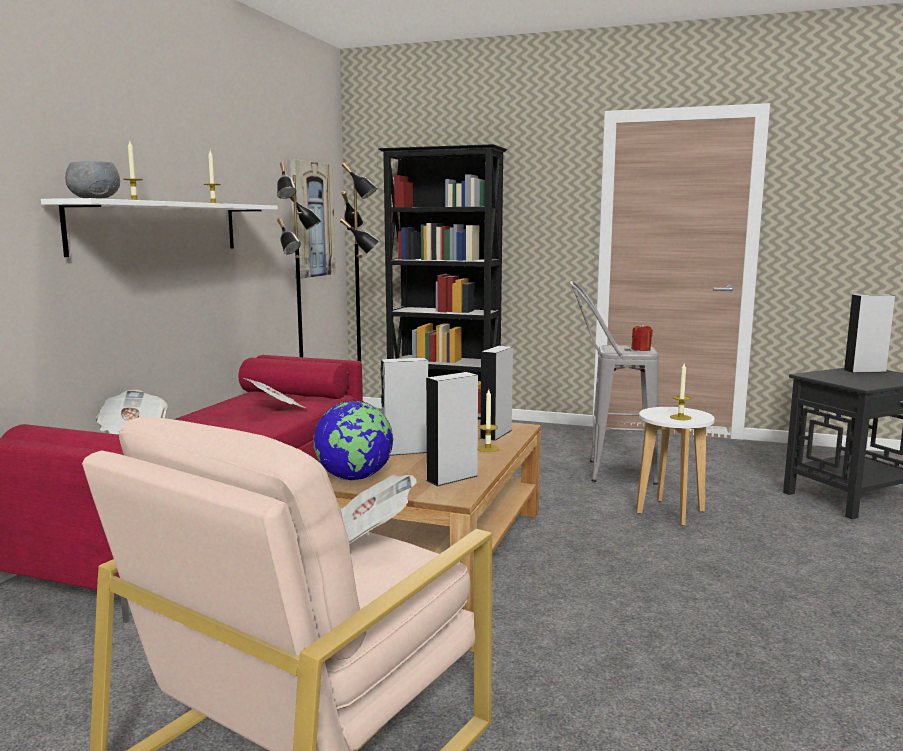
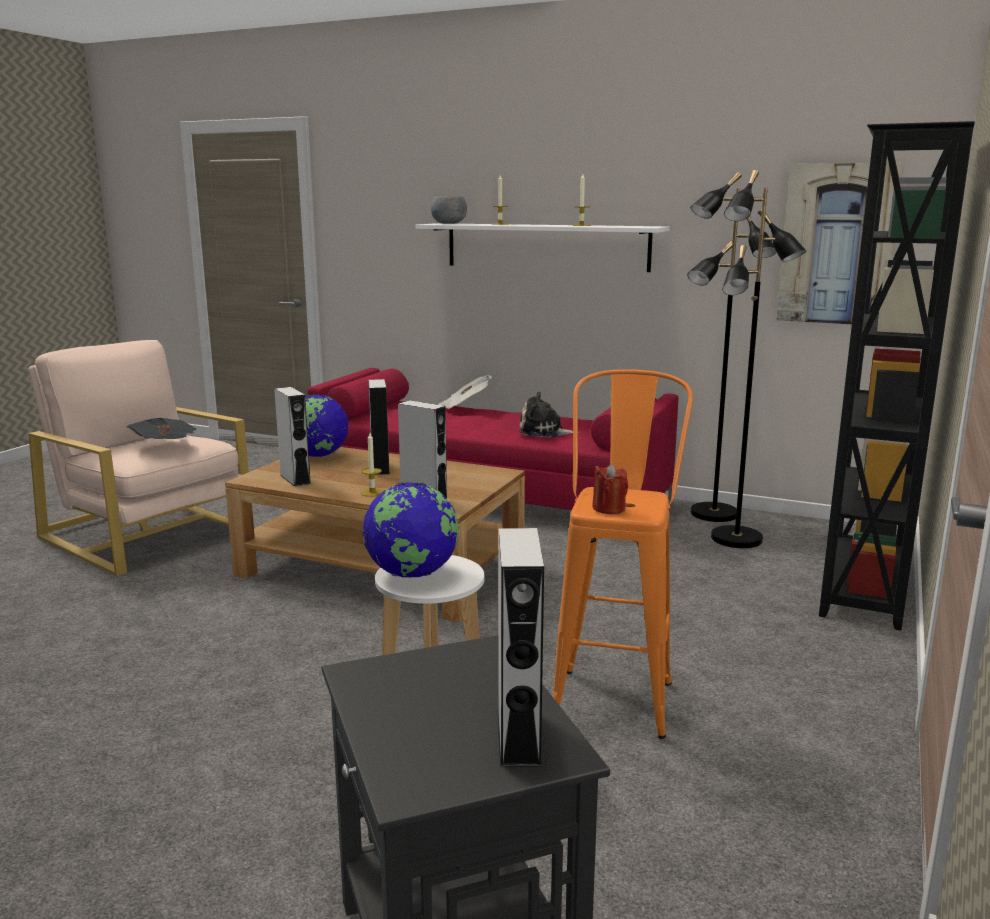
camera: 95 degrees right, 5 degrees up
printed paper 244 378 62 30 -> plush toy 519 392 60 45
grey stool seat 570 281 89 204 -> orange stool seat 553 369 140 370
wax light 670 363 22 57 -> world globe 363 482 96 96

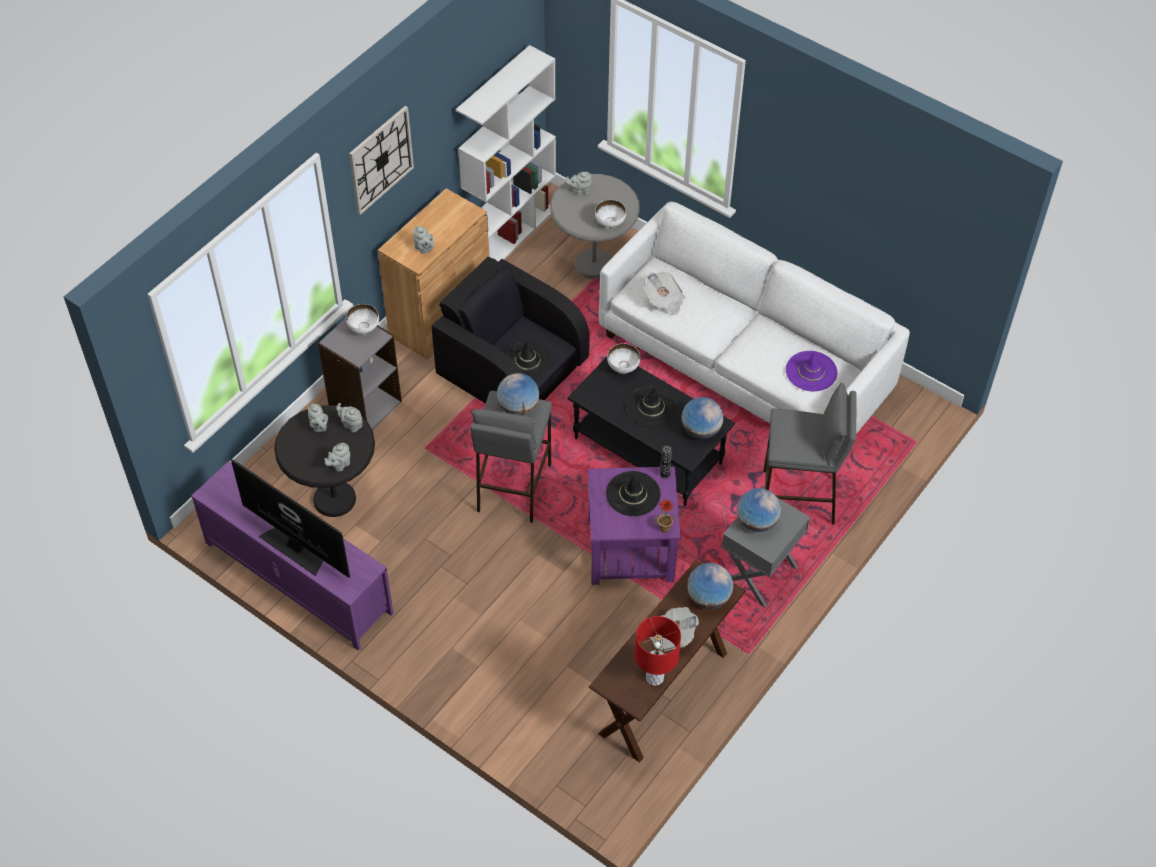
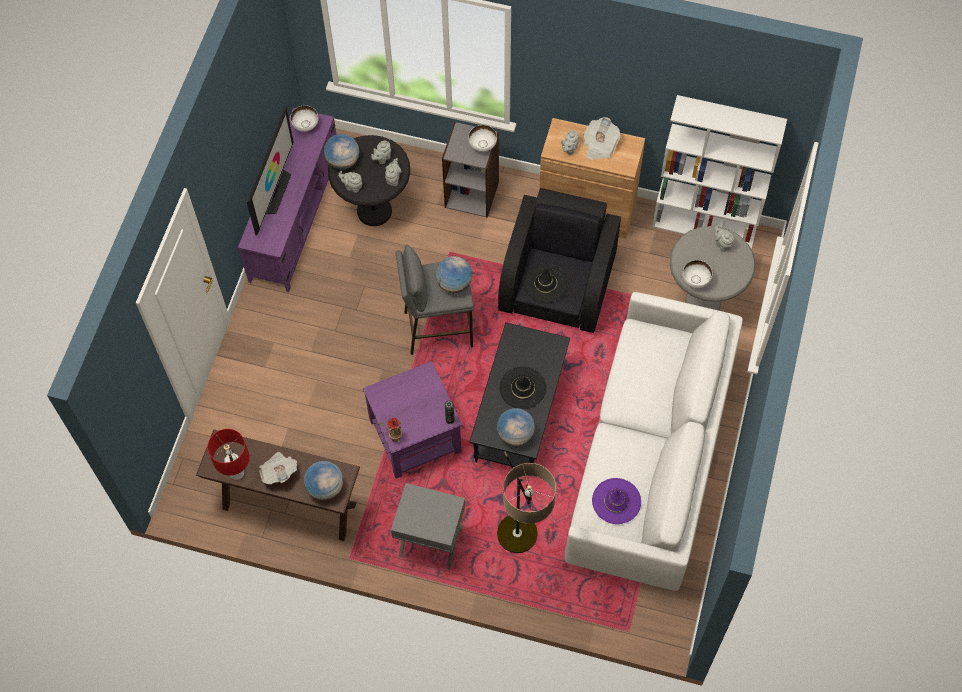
camera: 70 degrees right, 10 degrees up
wall clock 349 106 65 109 -> none
blackish hat 606 471 55 45 -> none
white-coloured deep dish 607 343 33 31 -> white-coloured deep dish 290 105 29 27, moved
printed paper 644 272 41 43 -> printed paper 583 117 37 42, moved
world globe 737 488 44 44 -> world globe 324 134 35 35, moved
grey stool seat 764 383 93 142 -> floor lamp 497 451 59 102

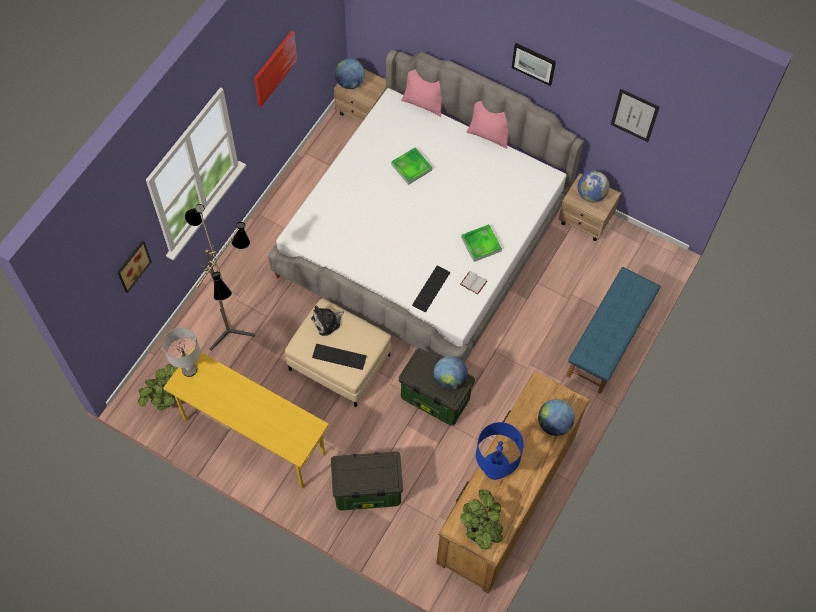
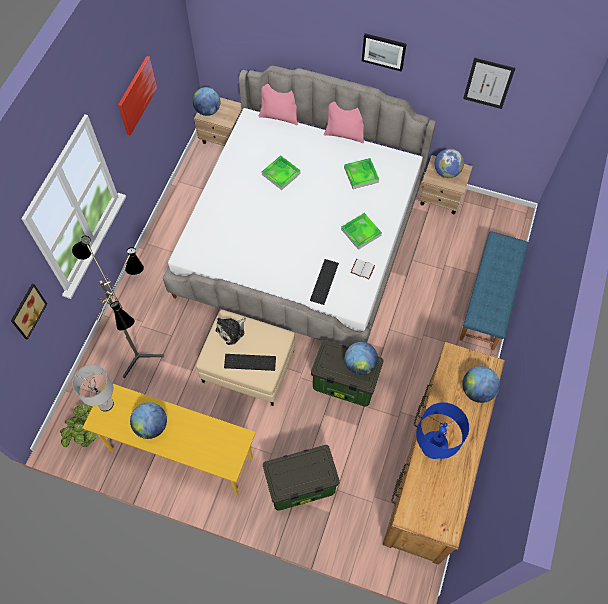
camera: 10 degrees left, 0 degrees up
plant in a pot 460 489 43 61 -> none
none -> world globe 130 402 37 37
none -> carrying tray 344 158 35 31

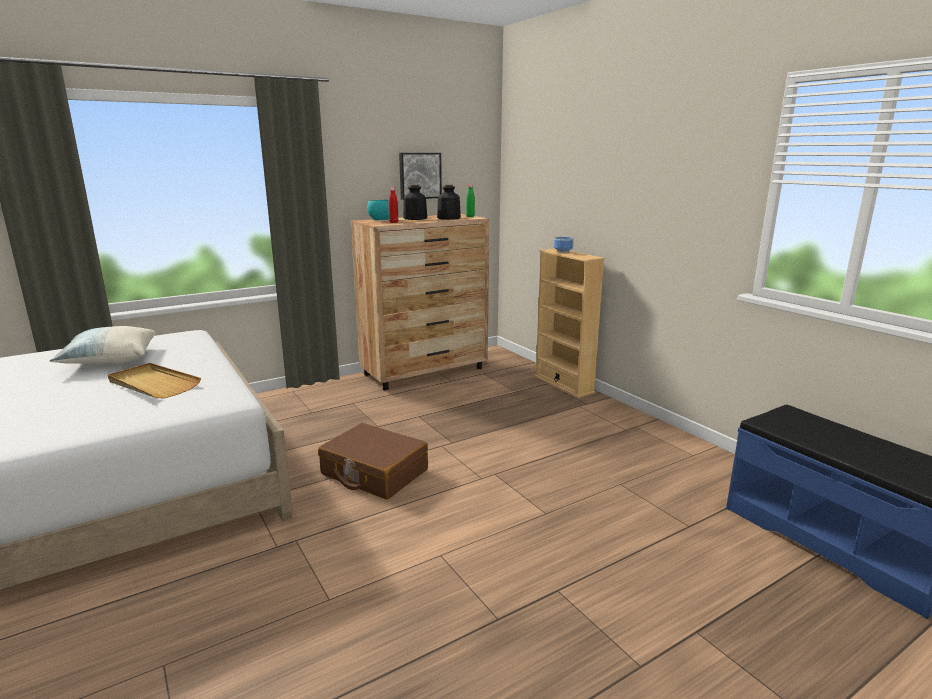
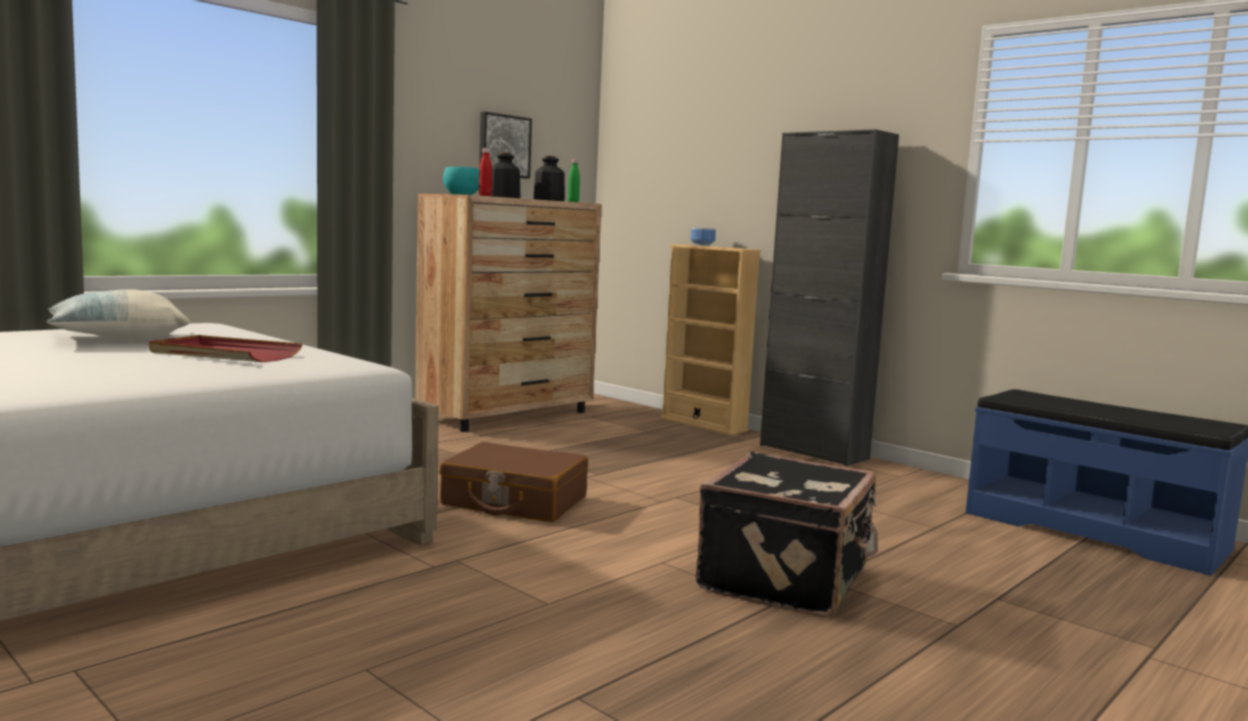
camera: 15 degrees left, 10 degrees down
beige carrying tray 108 363 93 35 -> red carrying tray 149 335 153 27
none -> blackish travel case 696 452 181 165
none -> blackish storage cabinet 760 129 139 338

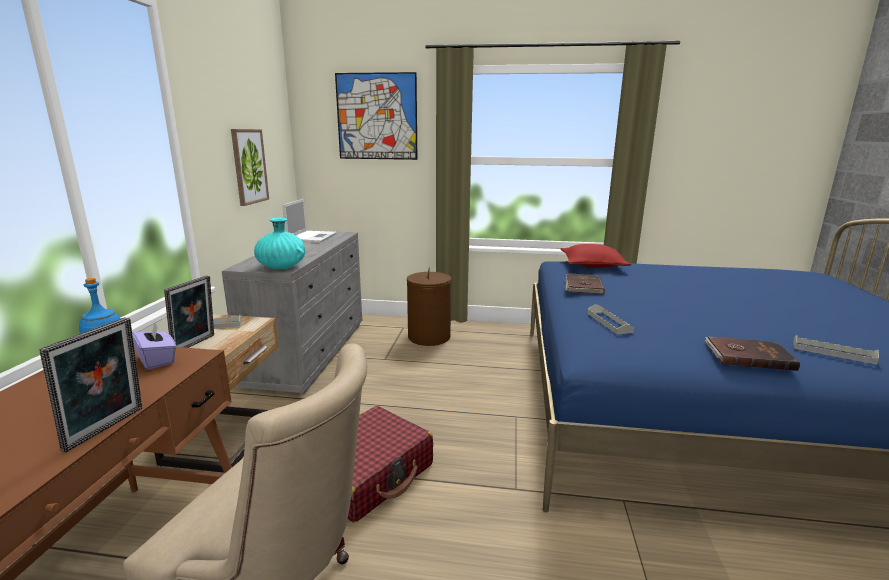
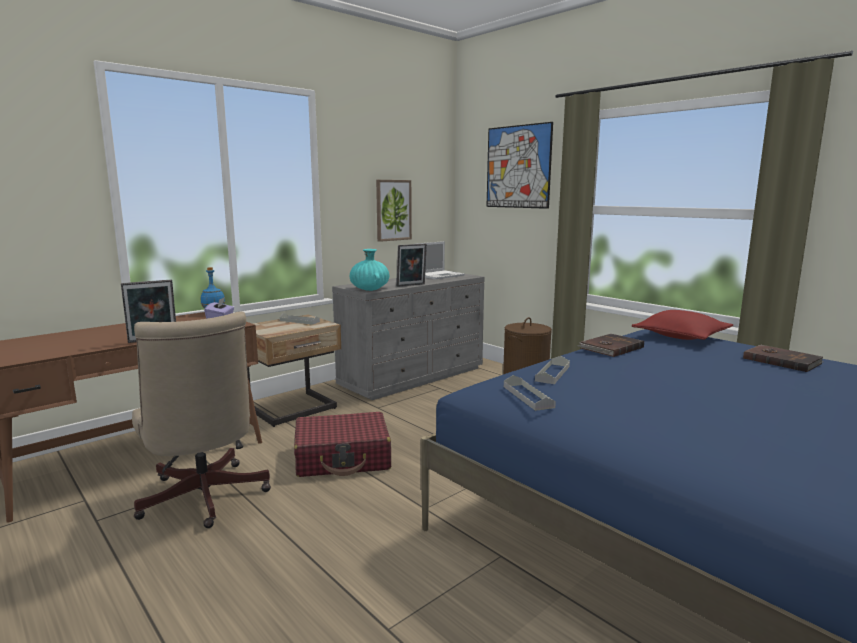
camera: 40 degrees right, 5 degrees down
standing frame 164 275 50 73 -> standing frame 397 244 30 43, moved
brown book 705 337 95 34 -> brown book 743 345 80 27, moved
grey carrying tray 793 335 86 30 -> grey carrying tray 504 375 52 36, moved

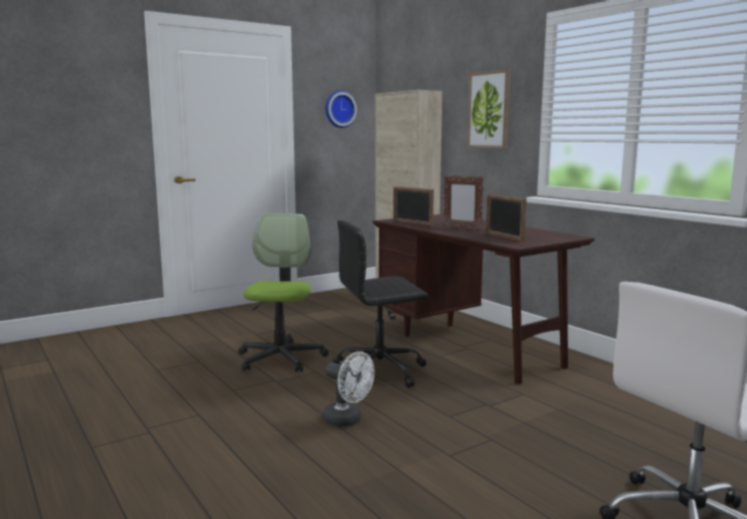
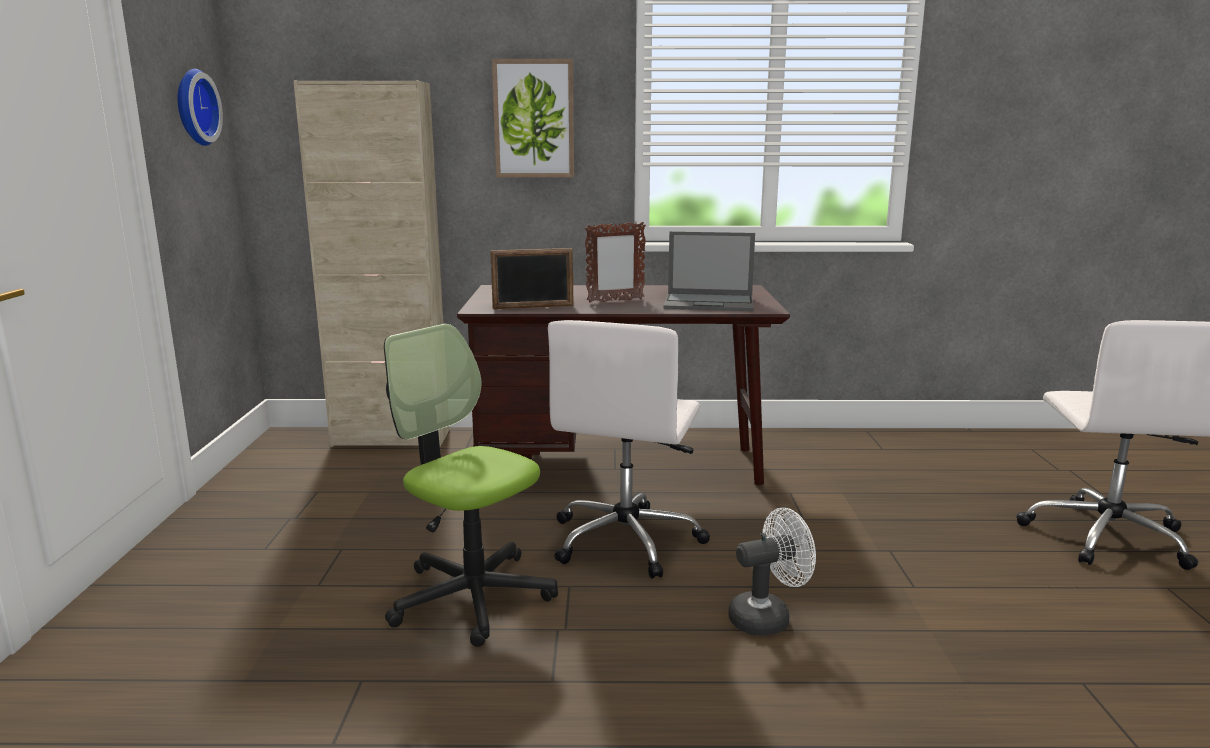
camera: 55 degrees left, 5 degrees up
blackish computer chair 333 220 96 168 -> white-coloured computer chair 548 320 162 259
standing frame 485 194 41 48 -> notebook computer 663 231 92 80

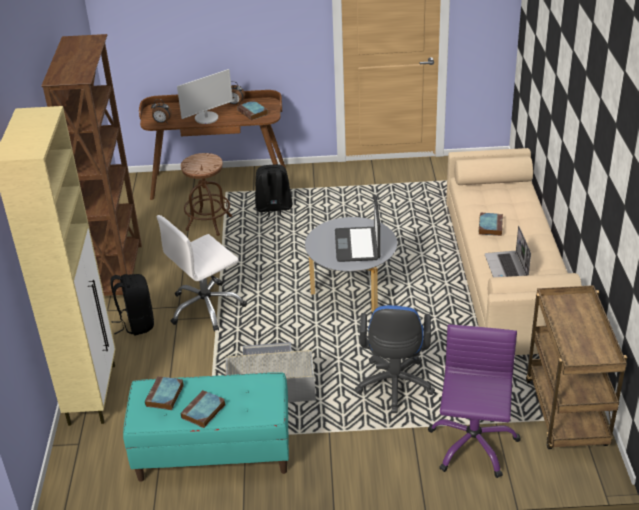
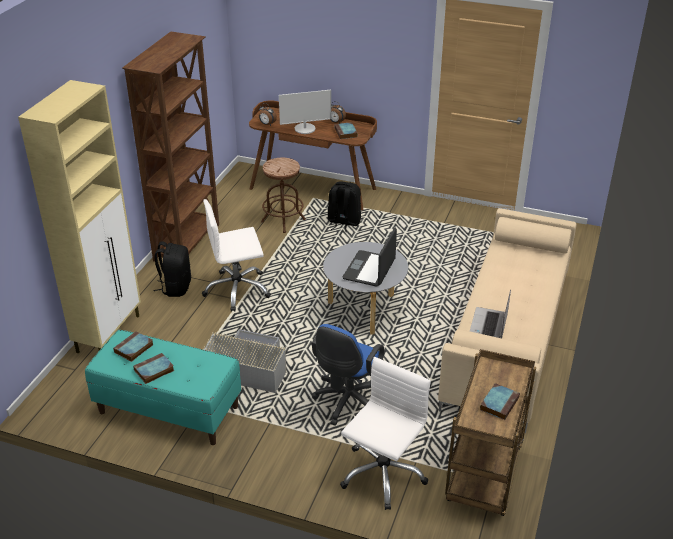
camera: 20 degrees right, 0 degrees up
purple-coloured computer chair 428 324 93 154 -> white-coloured computer chair 340 357 91 153
book 479 213 24 23 -> book 480 383 40 37, moved

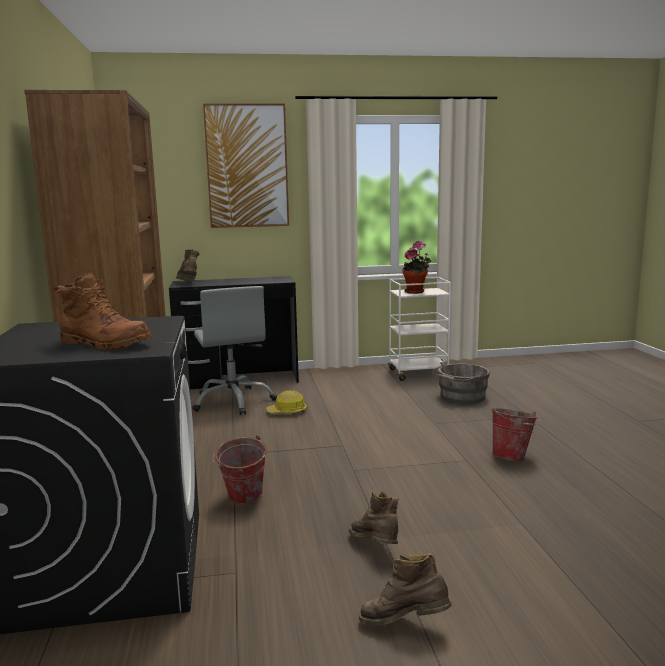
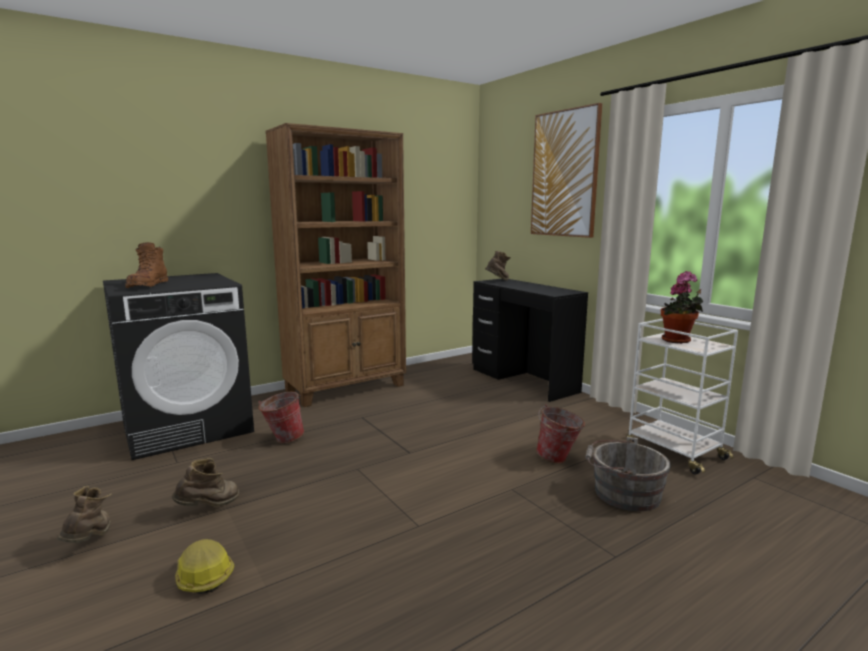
camera: 65 degrees right, 0 degrees up
grey computer chair 192 286 85 129 -> none
hard hat 266 390 41 23 -> hard hat 175 539 59 55, moved
water bucket 492 408 48 53 -> water bucket 536 404 49 59, moved

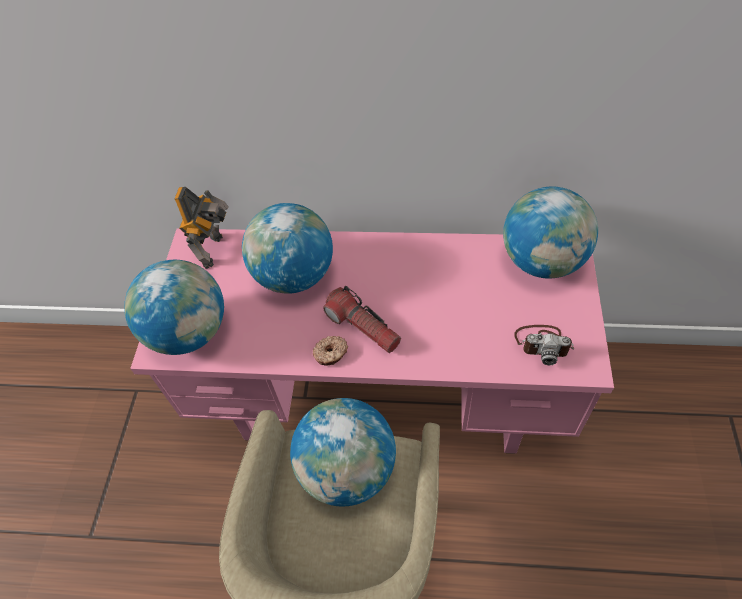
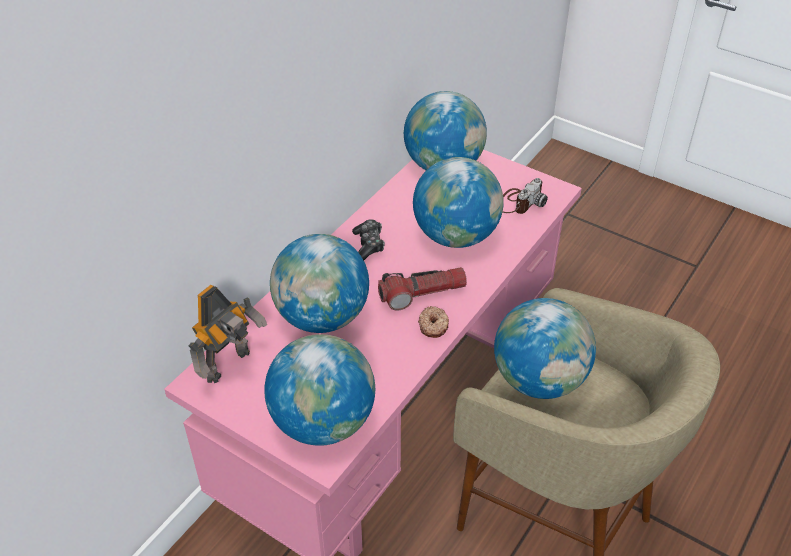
camera: 65 degrees left, 10 degrees down
model robot 174 187 55 82 -> model robot 189 285 78 98, 90 degrees clockwise
none -> game controller 352 219 33 41
none -> world globe 413 157 91 91

